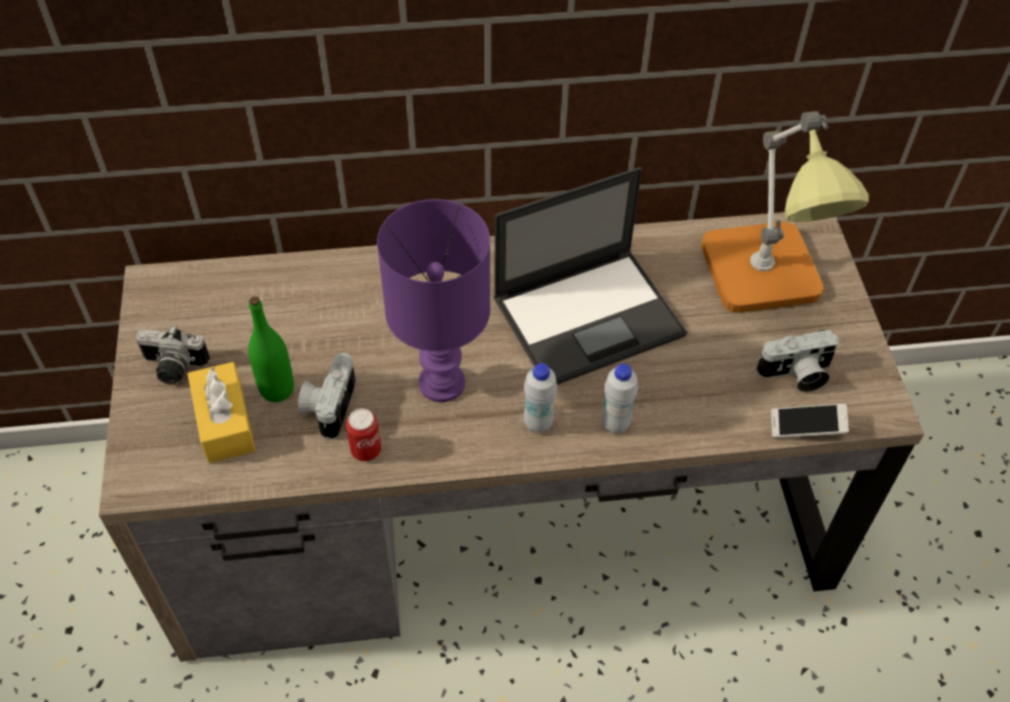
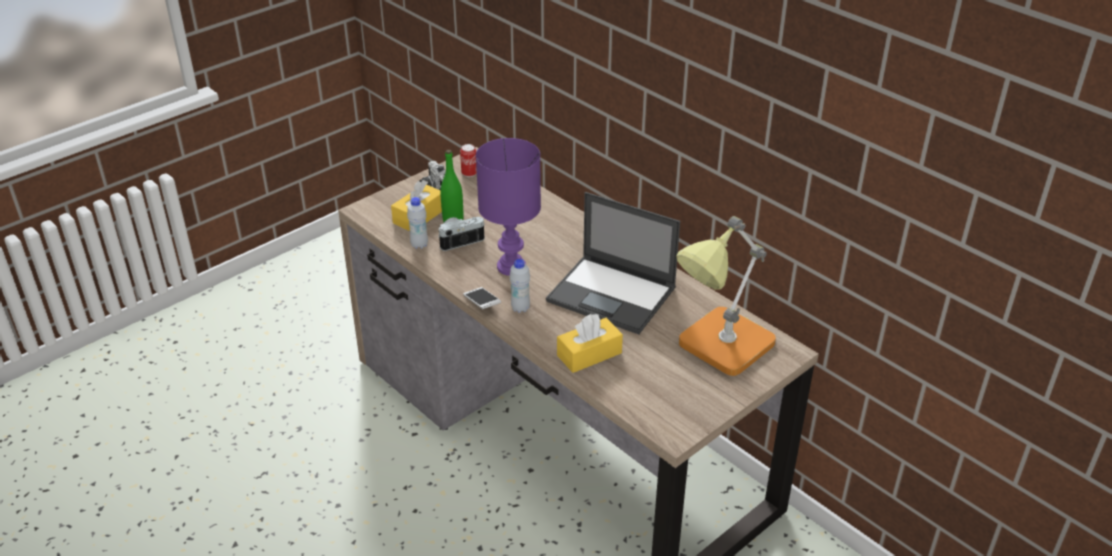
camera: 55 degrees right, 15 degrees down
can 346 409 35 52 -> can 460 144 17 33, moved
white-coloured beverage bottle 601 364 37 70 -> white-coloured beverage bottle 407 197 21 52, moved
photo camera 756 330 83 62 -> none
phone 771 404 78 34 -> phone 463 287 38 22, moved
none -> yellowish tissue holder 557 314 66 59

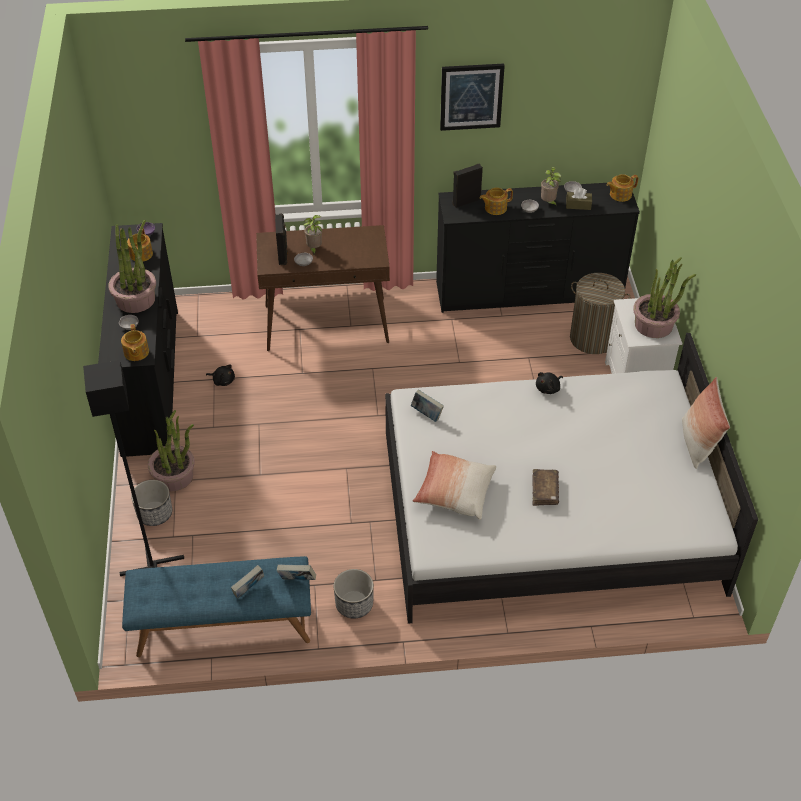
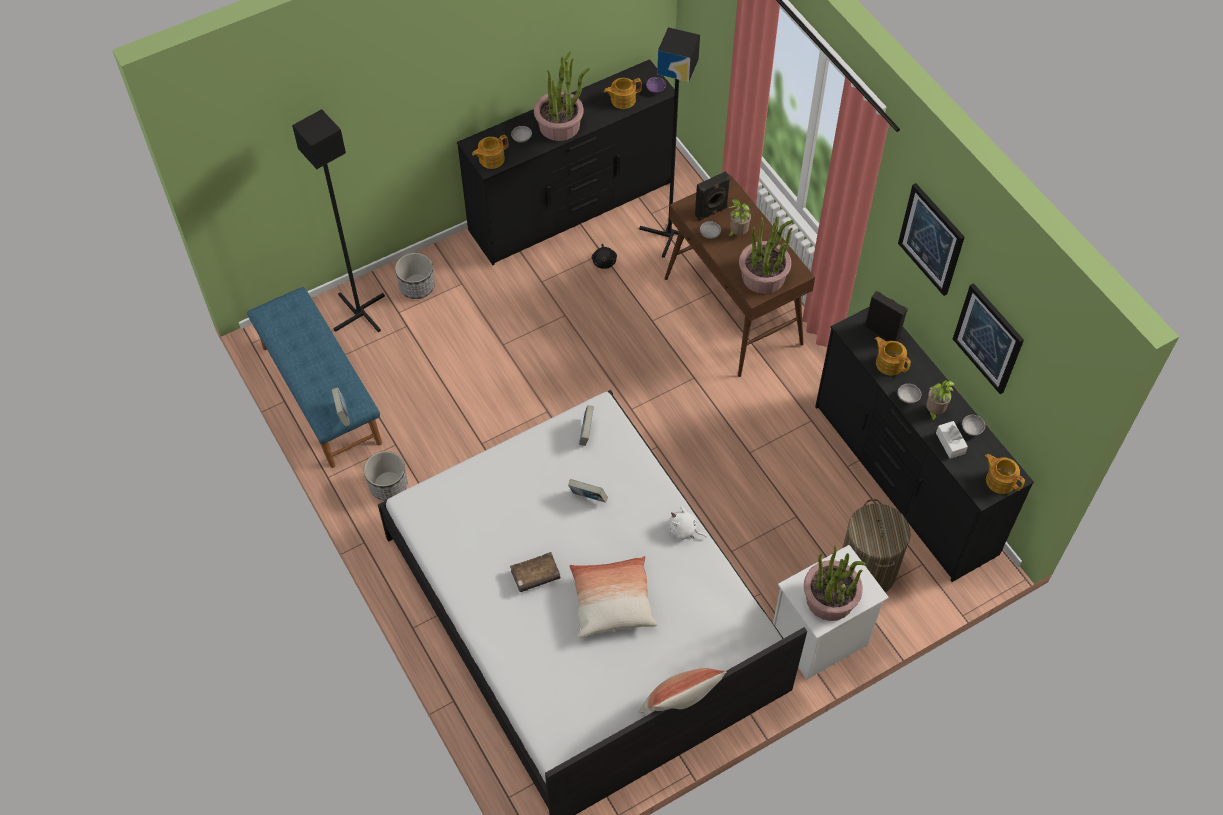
camera: 65 degrees right, 10 degrees up
plant in a pot 148 410 47 81 -> plant in a pot 739 217 55 77, moved
book 231 565 33 34 -> book 568 479 40 24, moved
pillow 413 451 83 69 -> pillow 570 556 88 82, moved
blackish plush toy 536 372 27 22 -> white-coloured plush toy 668 507 39 33
brown tissue holder 566 188 26 22 -> white-coloured tissue holder 936 421 32 38
none -> blackish floor lamp 639 27 61 231
none -> picture 953 283 71 111

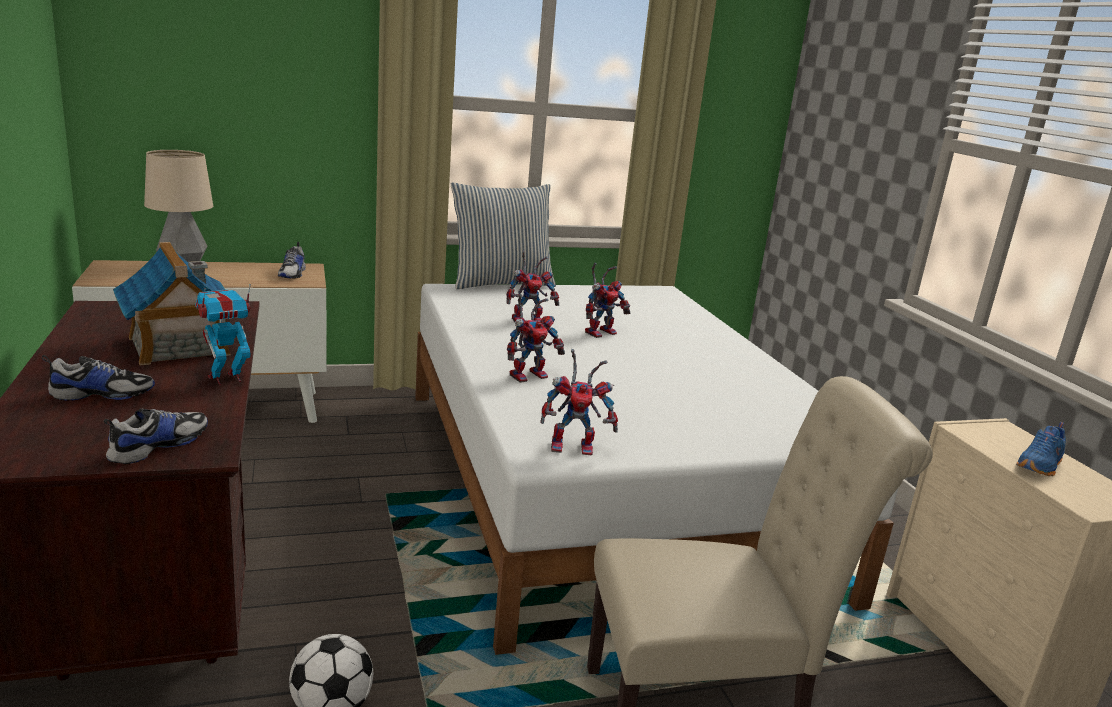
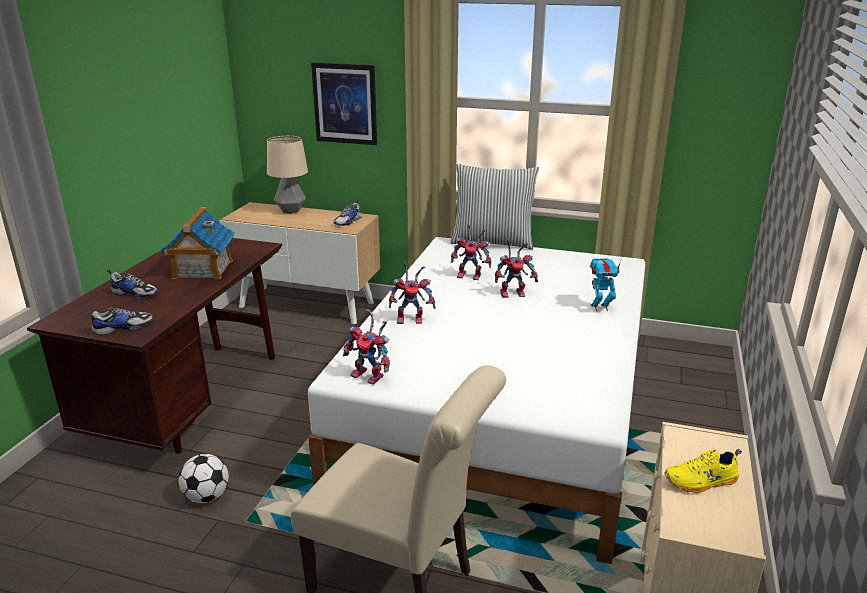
camera: 35 degrees right, 5 degrees up
model robot 195 284 56 101 -> model robot 590 258 32 53, moved
blue item of footwear 1016 422 50 54 -> yellowish item of footwear 664 449 78 44
none -> picture 311 62 66 83

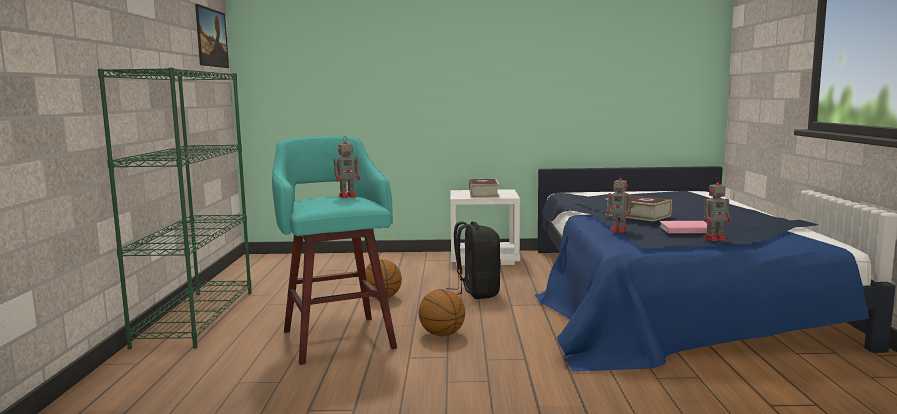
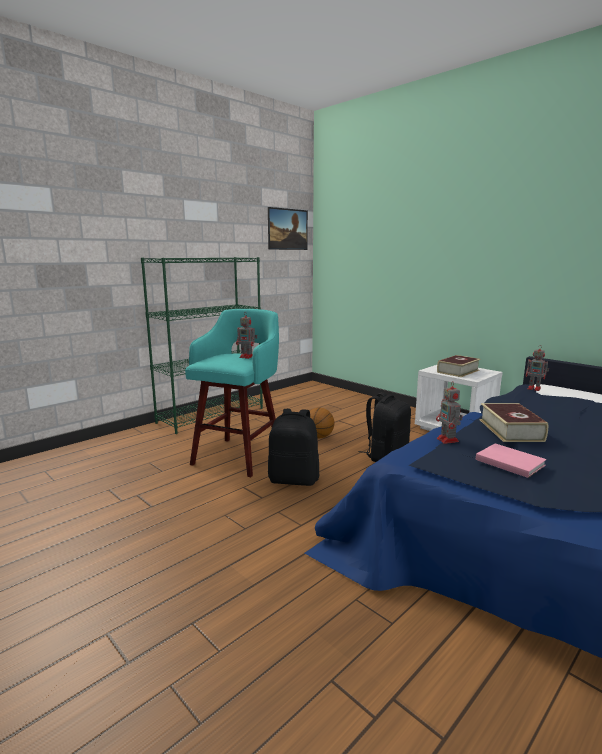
camera: 45 degrees right, 5 degrees up
basketball ball 418 289 47 47 -> blackish knapsack 268 409 51 77
model robot 703 177 28 64 -> model robot 526 346 23 45, moved

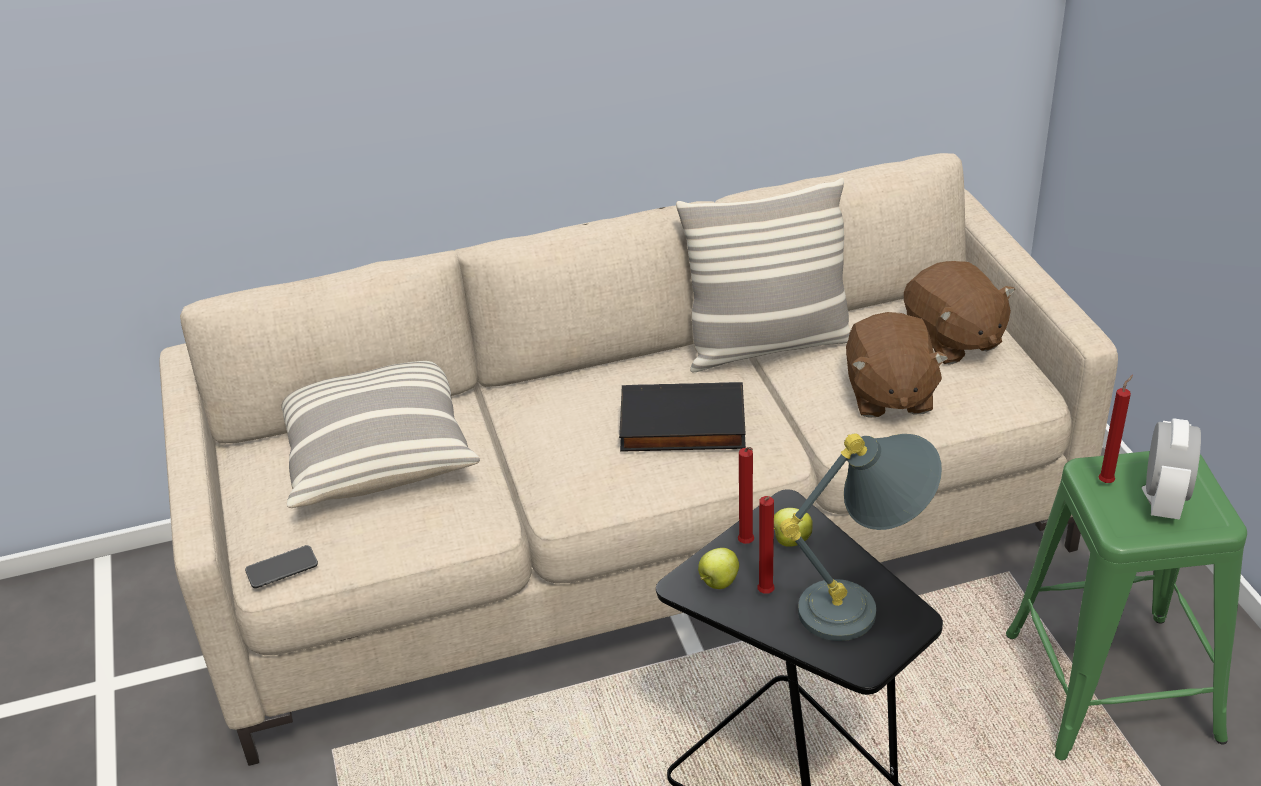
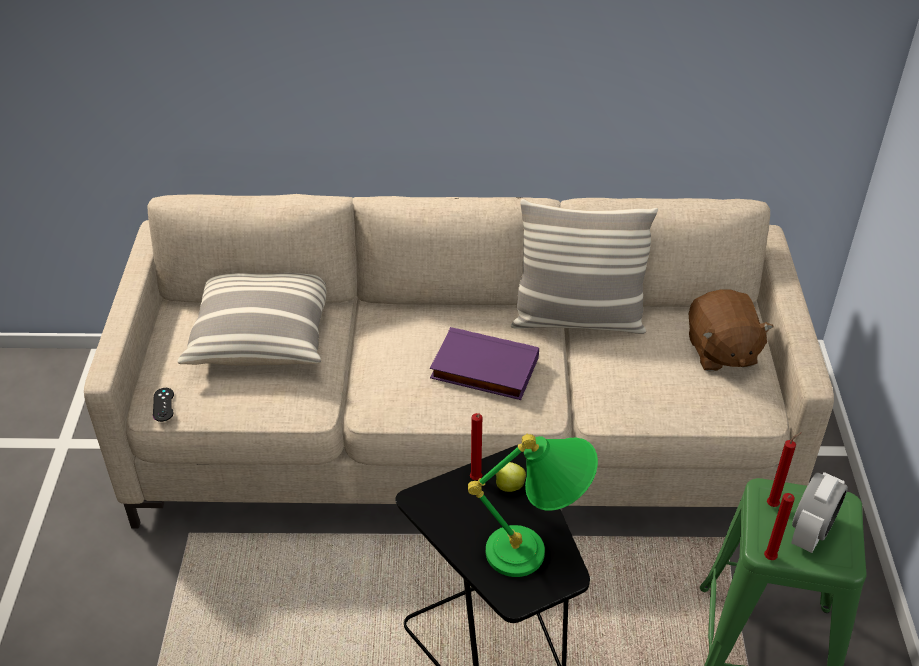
camera: 15 degrees right, 5 degrees up
phone 245 545 73 43 -> blackish game controller 153 388 21 34
blackish book 619 382 127 70 -> purple-coloured book 430 327 109 73
apple fruit 698 548 41 41 -> none
red wax light 757 496 18 98 -> red wax light 764 493 31 67, moved
grey tabletop lamp 780 433 162 208 -> green tabletop lamp 468 433 130 144
brown plush toy 846 312 102 106 -> none

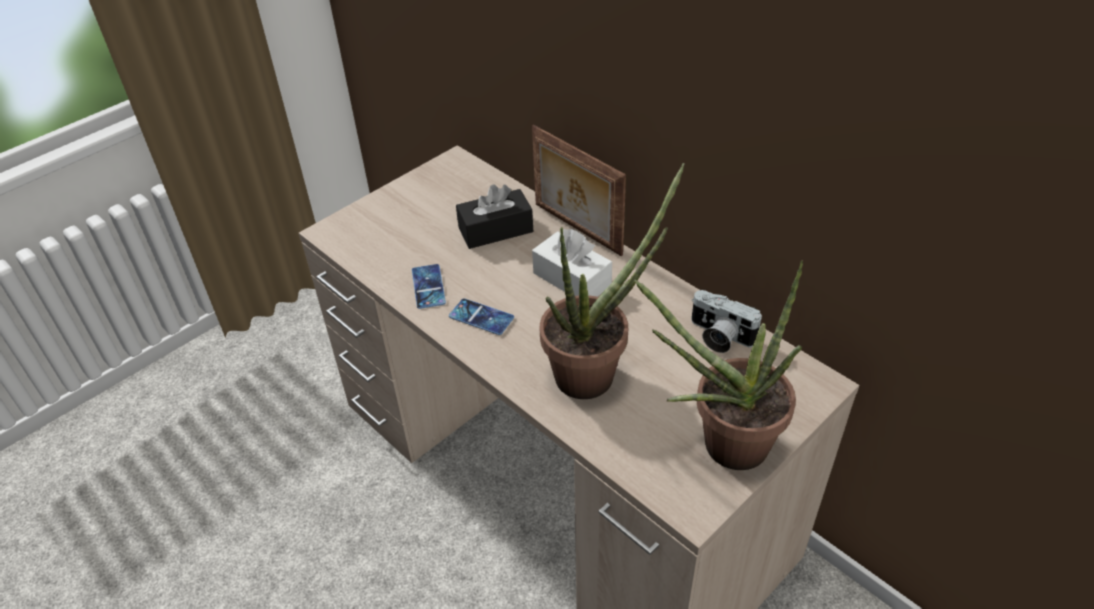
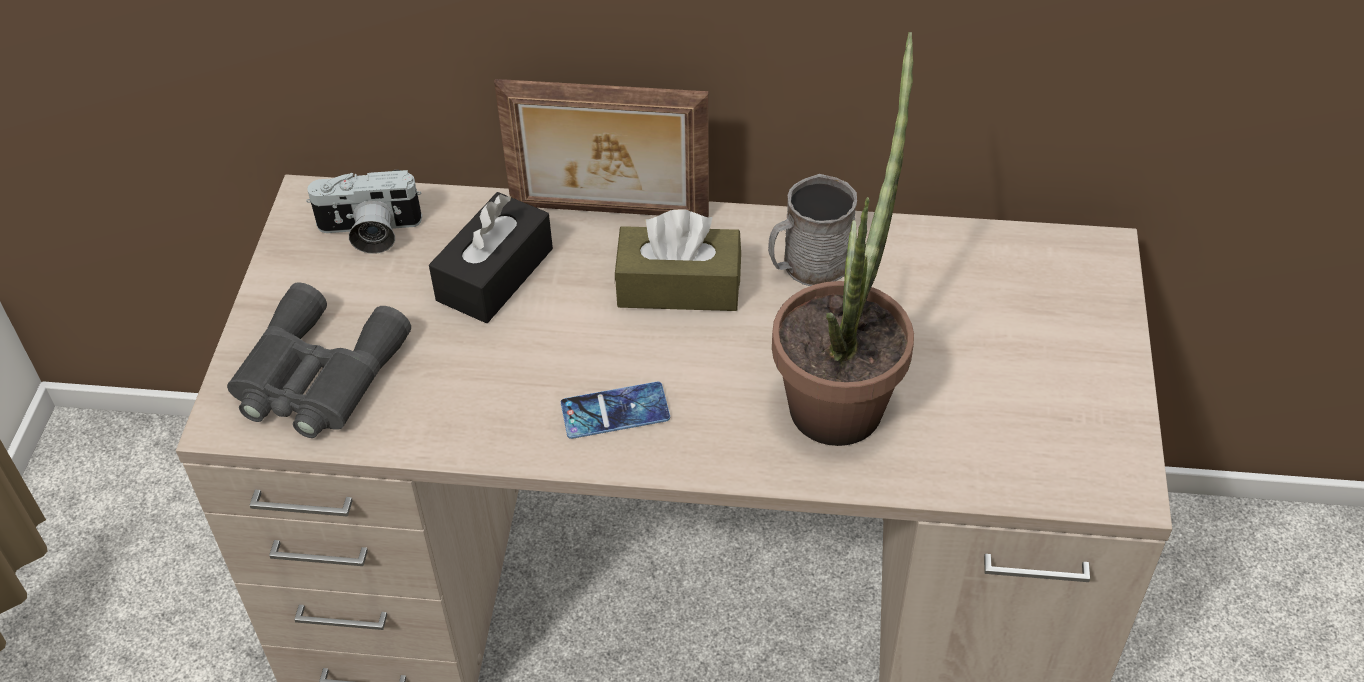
camera: 40 degrees left, 5 degrees up
phone 412 264 34 45 -> none
white-coloured tissue holder 532 229 80 68 -> brown tissue holder 615 209 126 102
plant in a pot 634 260 169 210 -> none
photo camera 691 290 71 63 -> photo camera 306 170 116 84, moved
none -> grey pair of binoculars 227 282 184 156
none -> grey tea mug 768 174 89 112

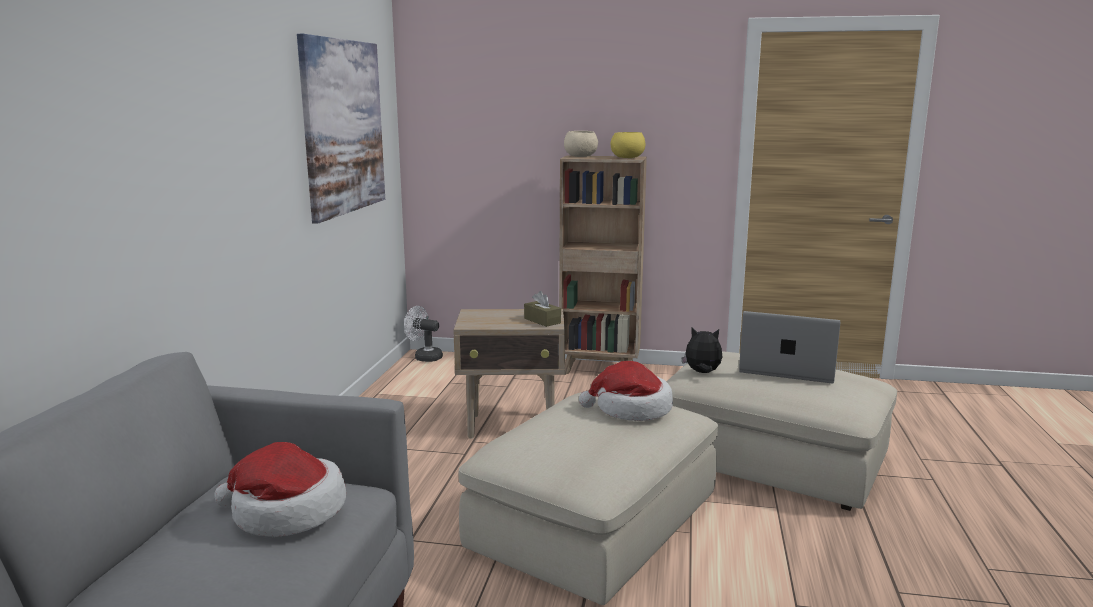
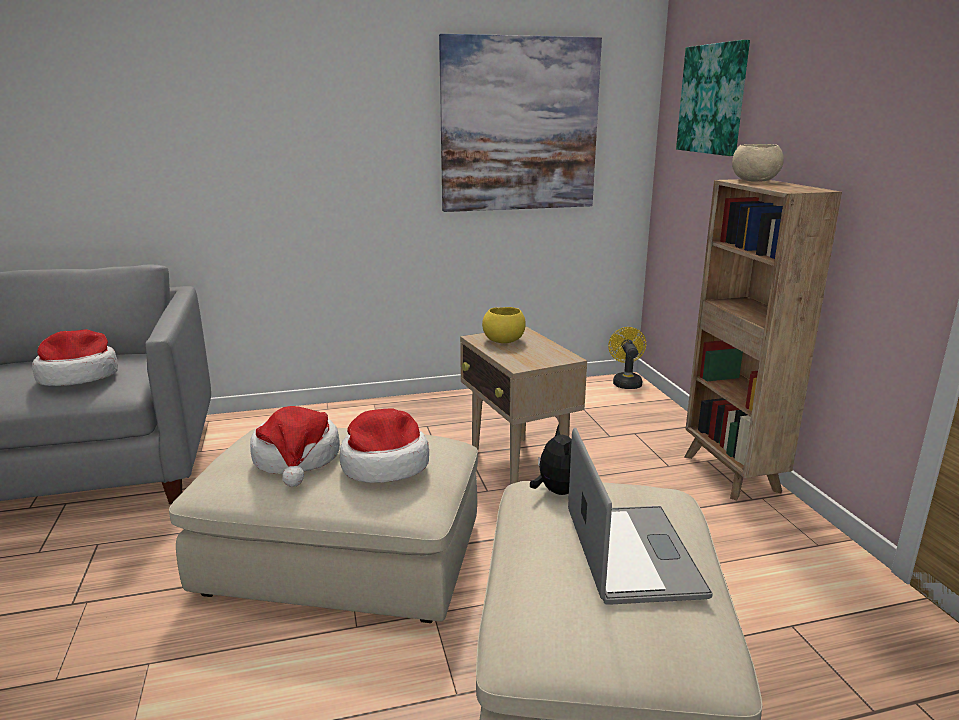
camera: 65 degrees right, 5 degrees up
white-coloured fan 404 306 39 56 -> yellowish fan 608 327 38 62
brown tissue holder 524 291 37 36 -> none
yellowish deep dish 611 132 34 26 -> yellowish deep dish 482 307 44 36, moved
none -> hat 250 406 90 81
none -> picture 676 40 74 116

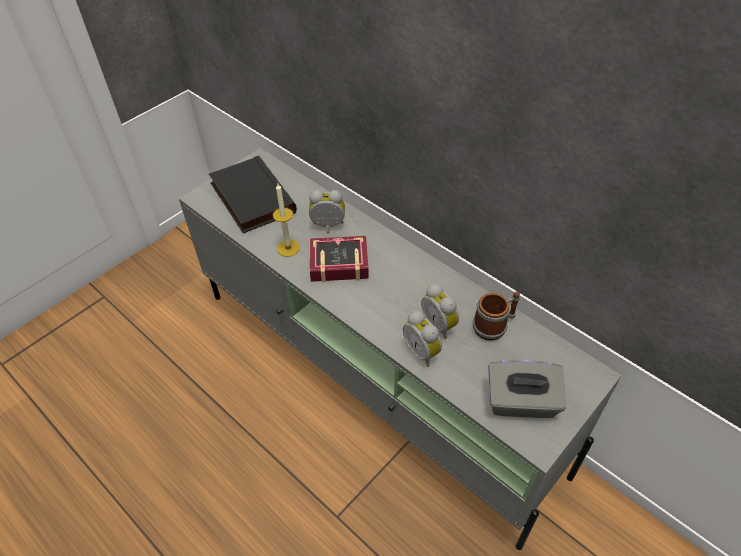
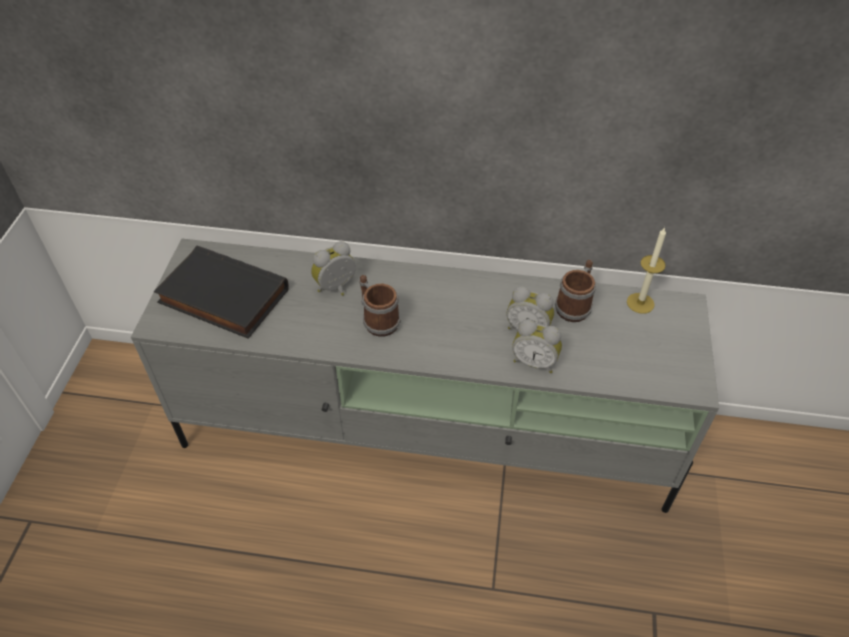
camera: 35 degrees left, 0 degrees up
wax light 273 184 27 73 -> wax light 627 227 39 87, moved
book 310 236 59 47 -> tea mug 359 275 41 62
grey tissue holder 488 360 78 58 -> none

